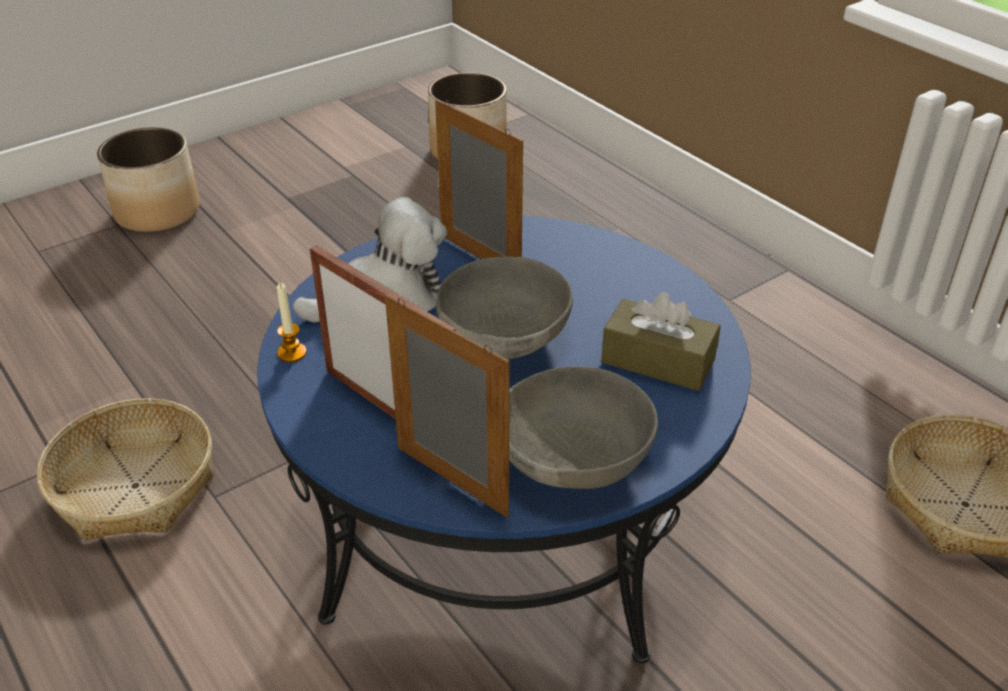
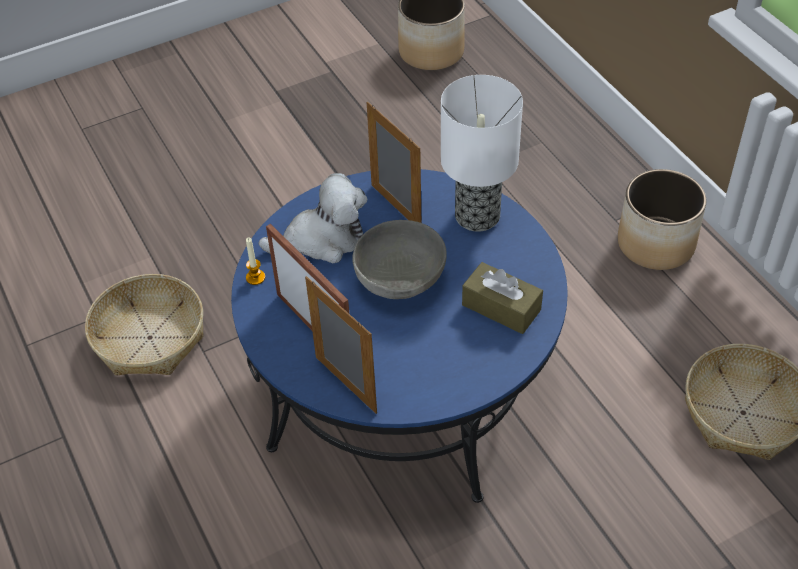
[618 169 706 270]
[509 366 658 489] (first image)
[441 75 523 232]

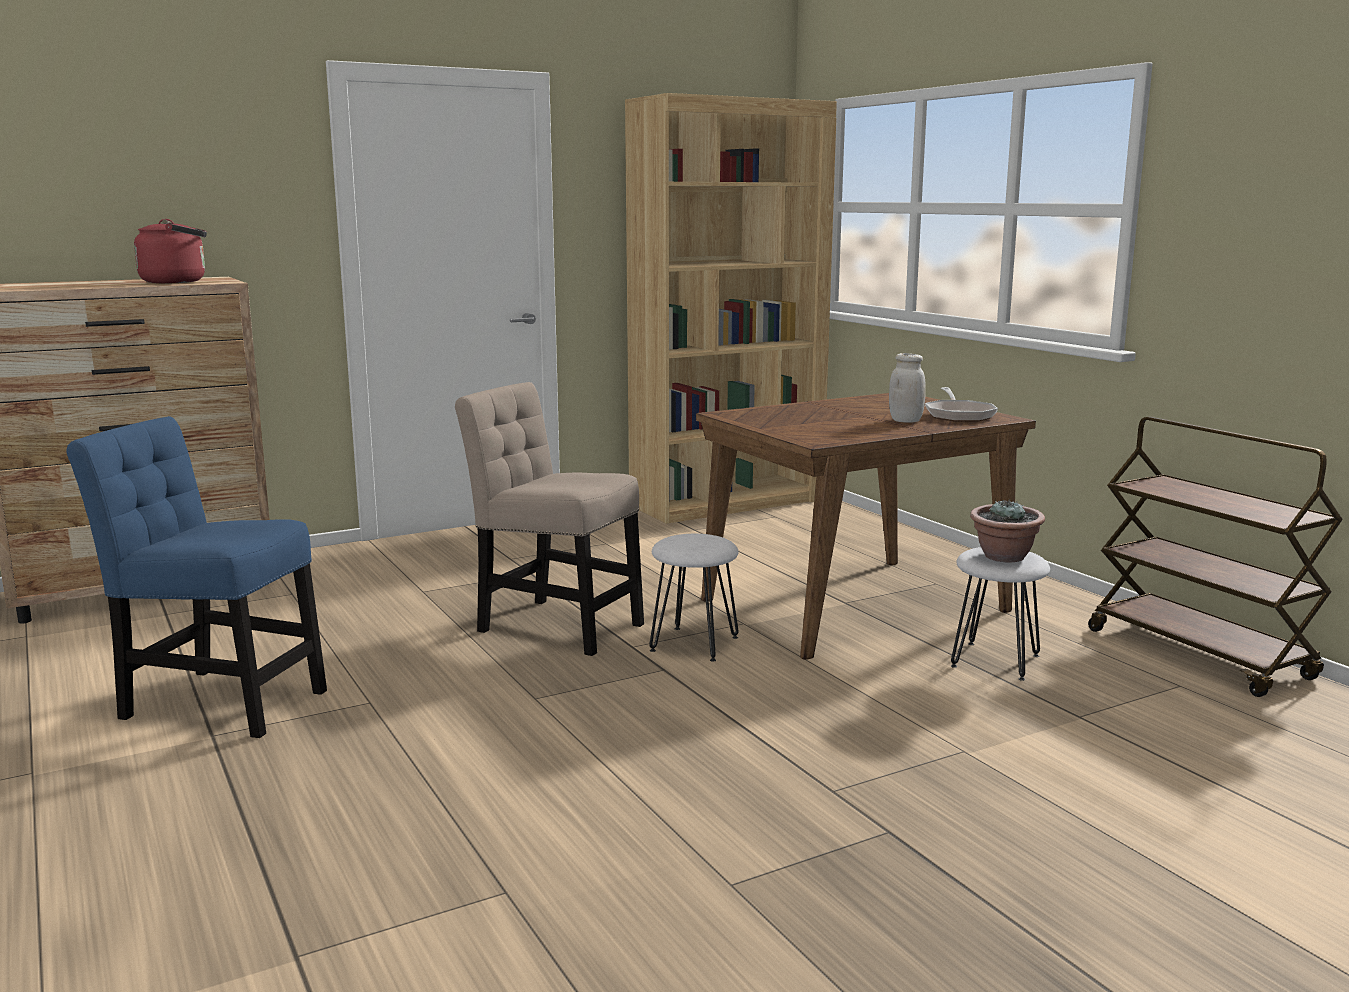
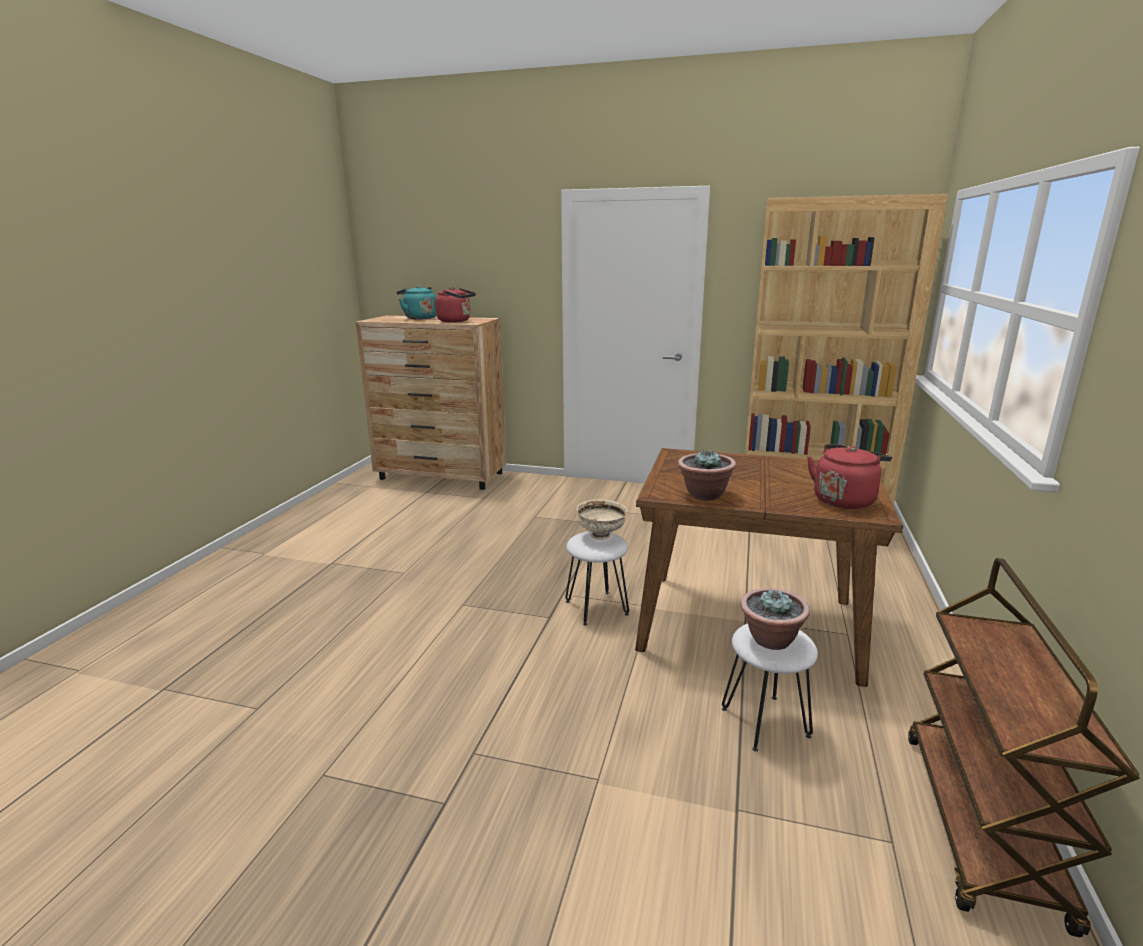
[66 416 327 738] (first image)
[455 382 644 656] (first image)
[889 353 926 423] (first image)
[807 444 892 509]
[397 285 436 319]
[576 499 627 540]
[677 449 736 501]

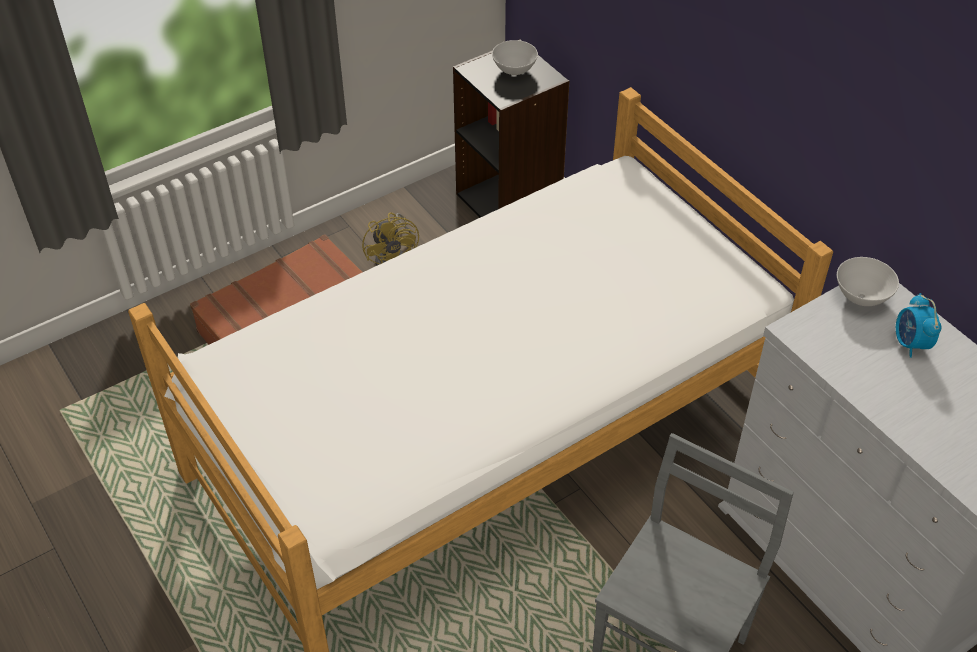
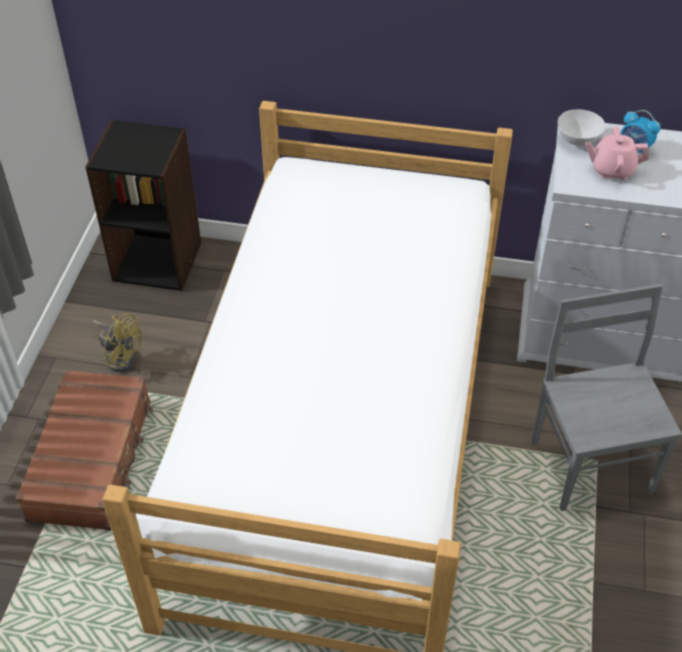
[492 40 538 75] (first image)
[585 126 649 180]

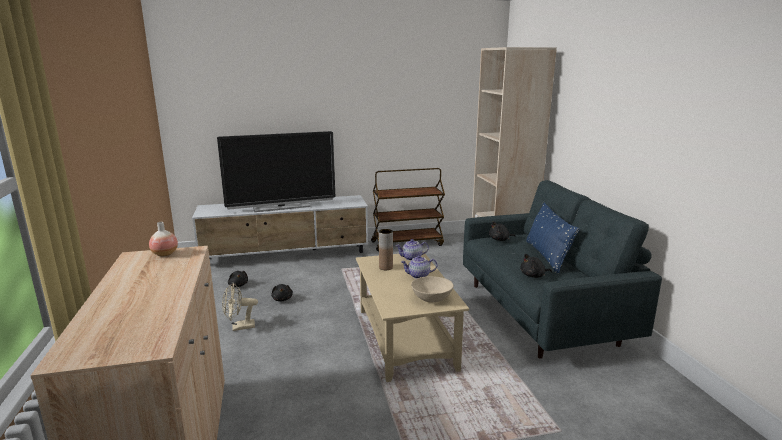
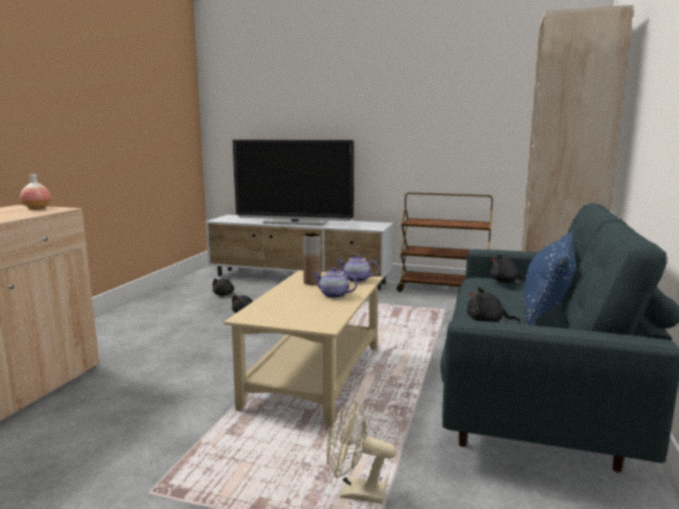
[326 401 396 504]
[411 276 454 303] (first image)

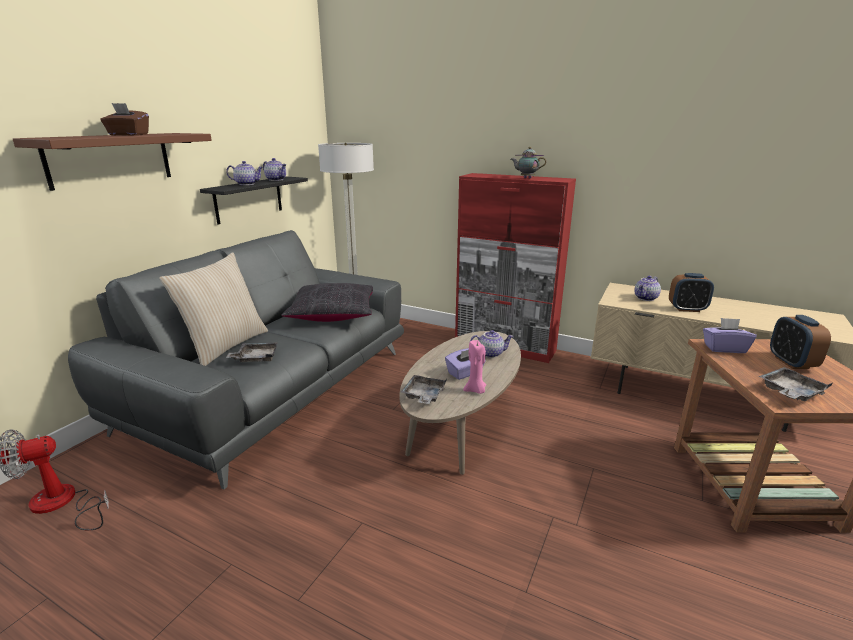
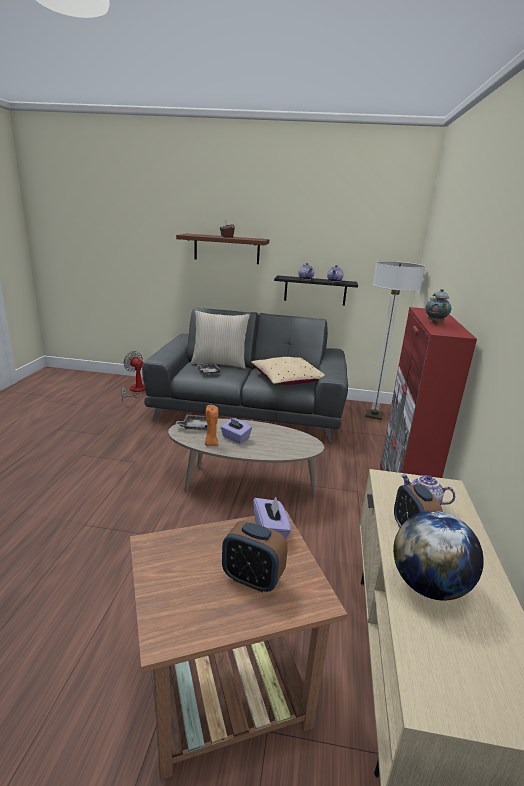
[251 357 325 385]
[205 405 219 446]
[470 330 514 358] (first image)
[759 367 833 401] (first image)
[222 521 288 593]
[393 511 484 600]

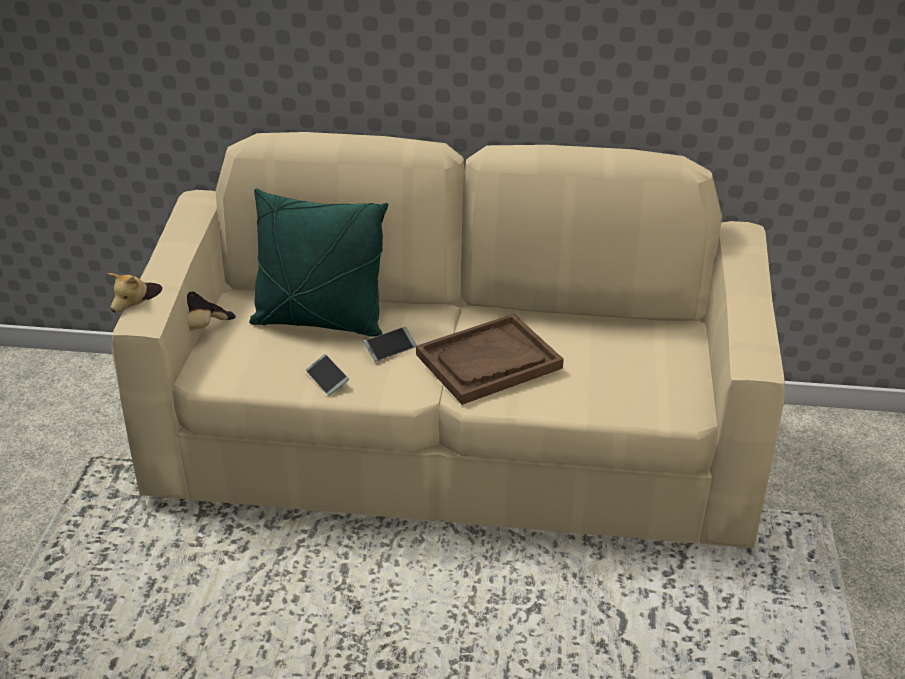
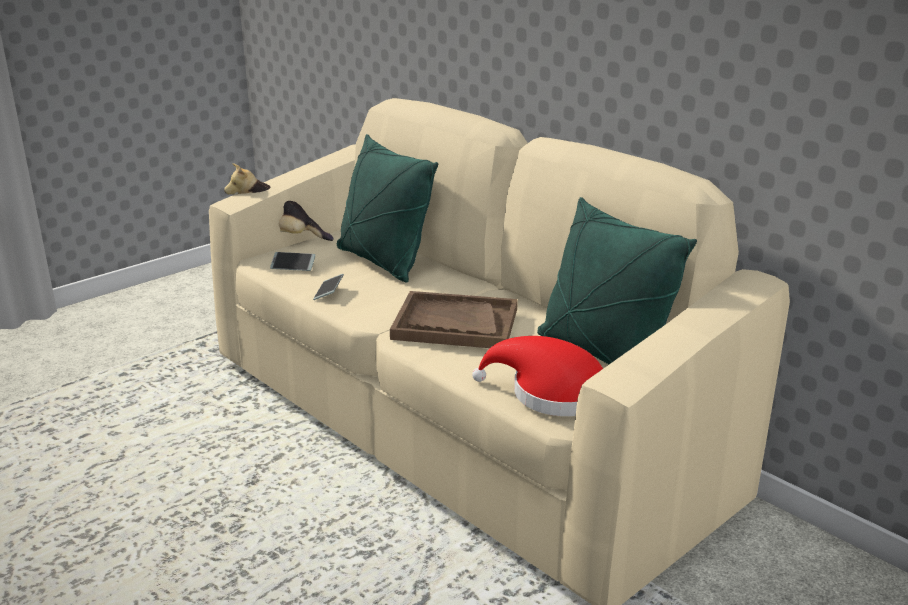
[270 252 316 271]
[472 336 603 416]
[537 197 697 364]

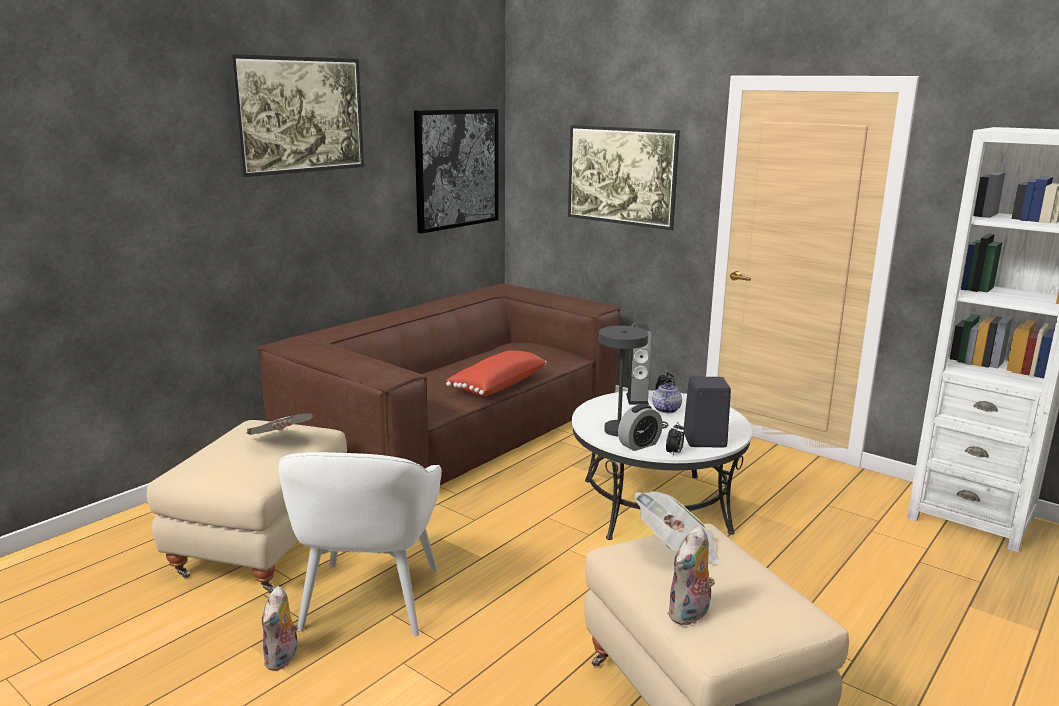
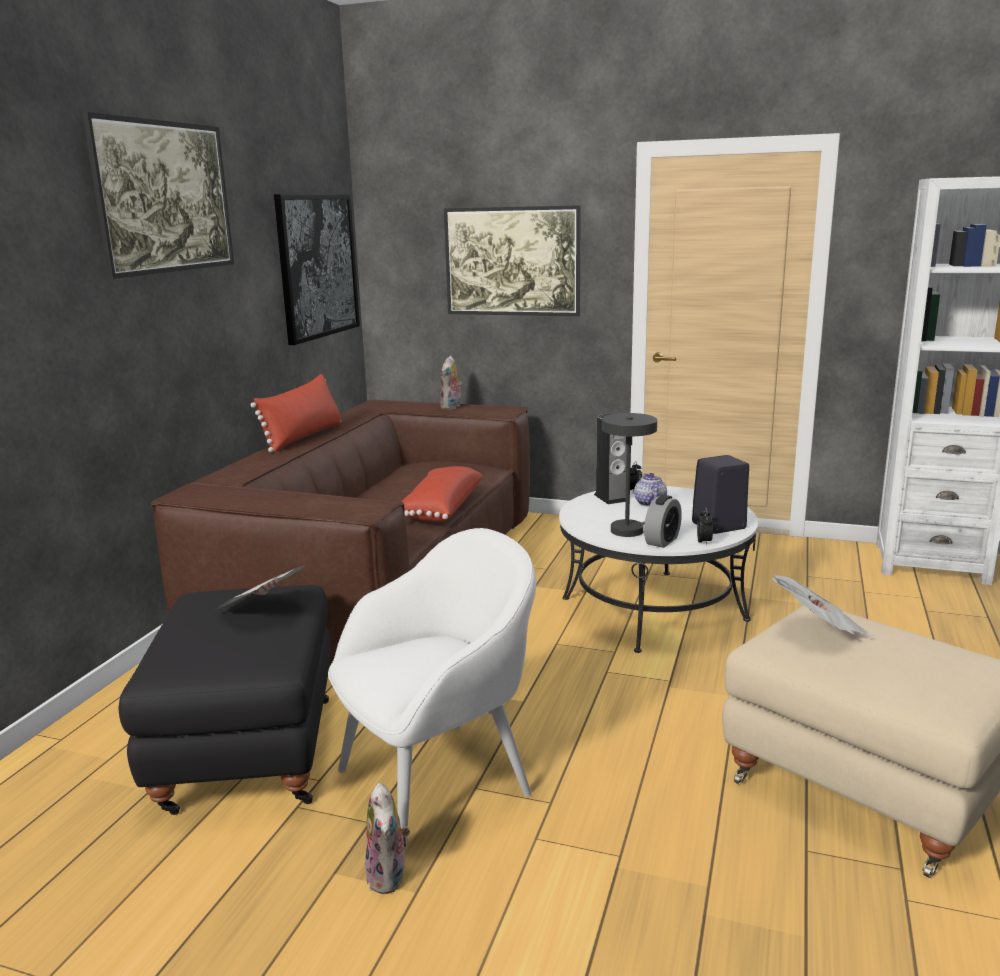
[118 585 331 815]
[328 528 536 851]
[440 356 462 410]
[251 374 341 452]

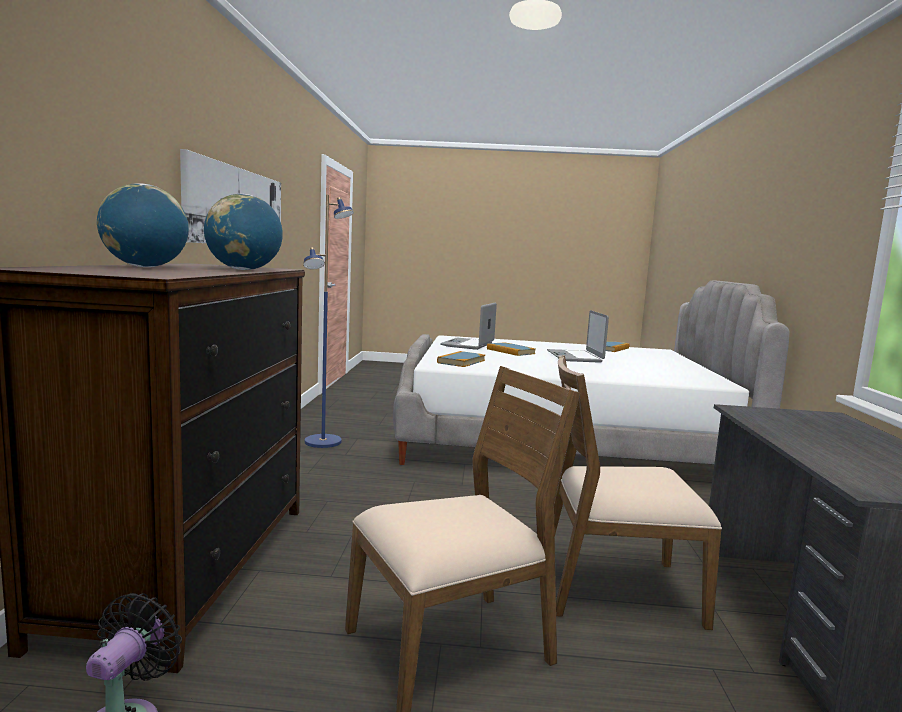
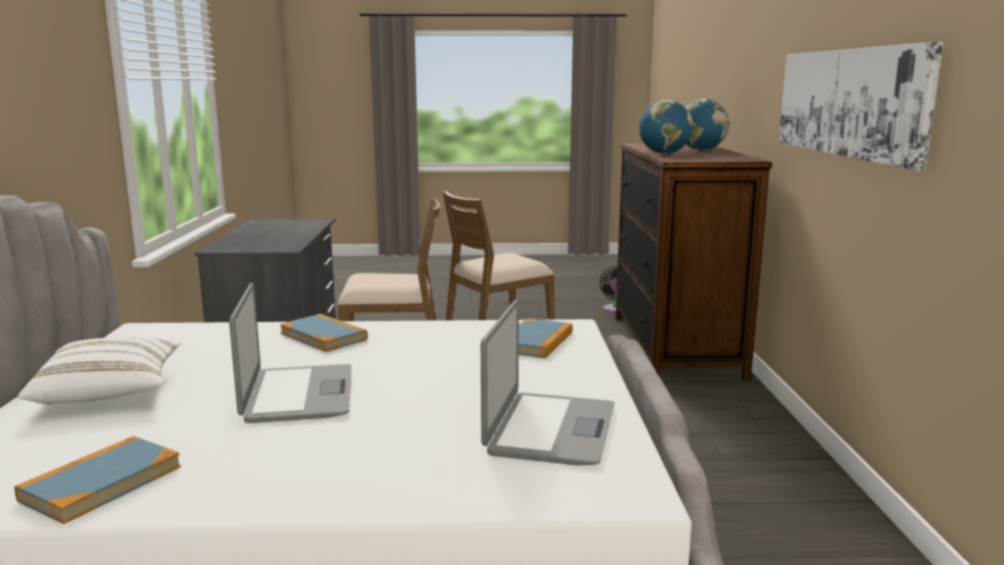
[303 195 354 448] (first image)
[280 314 368 352]
[18 337 181 404]

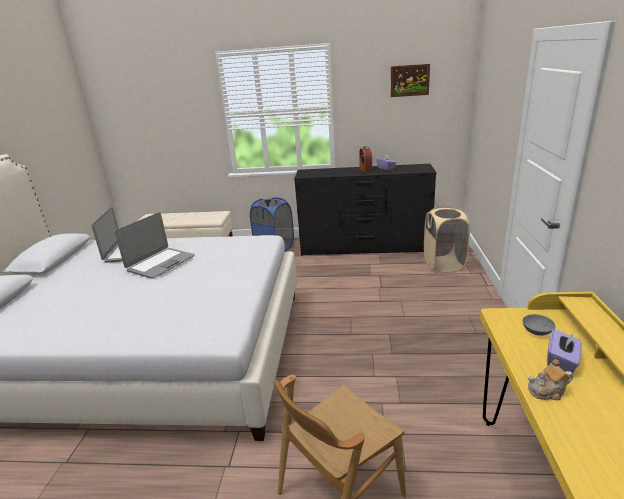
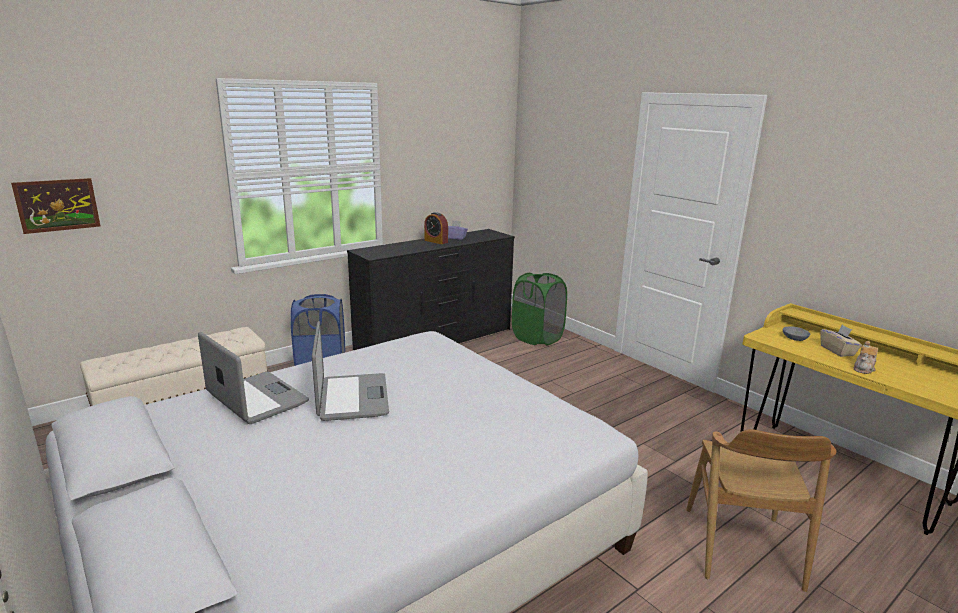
[11 178 100 234]
[512 273 567 345]
[820 325 862 357]

